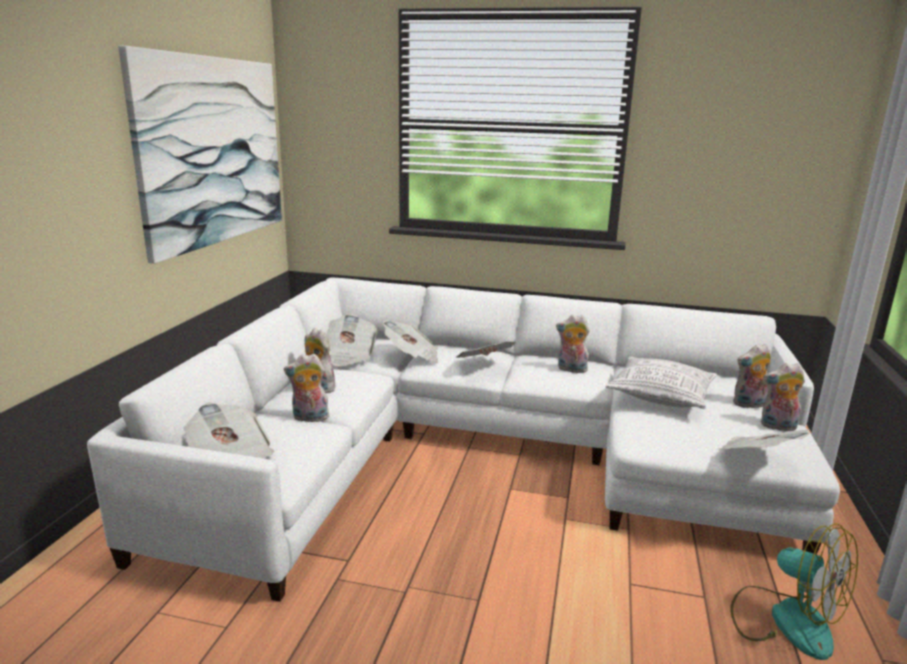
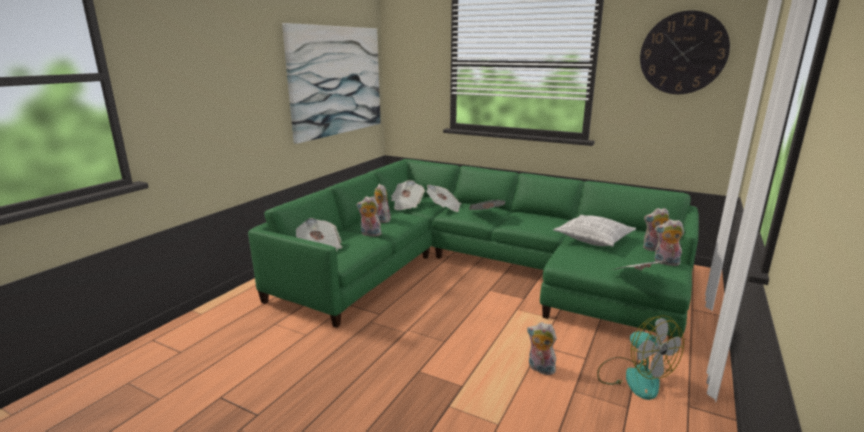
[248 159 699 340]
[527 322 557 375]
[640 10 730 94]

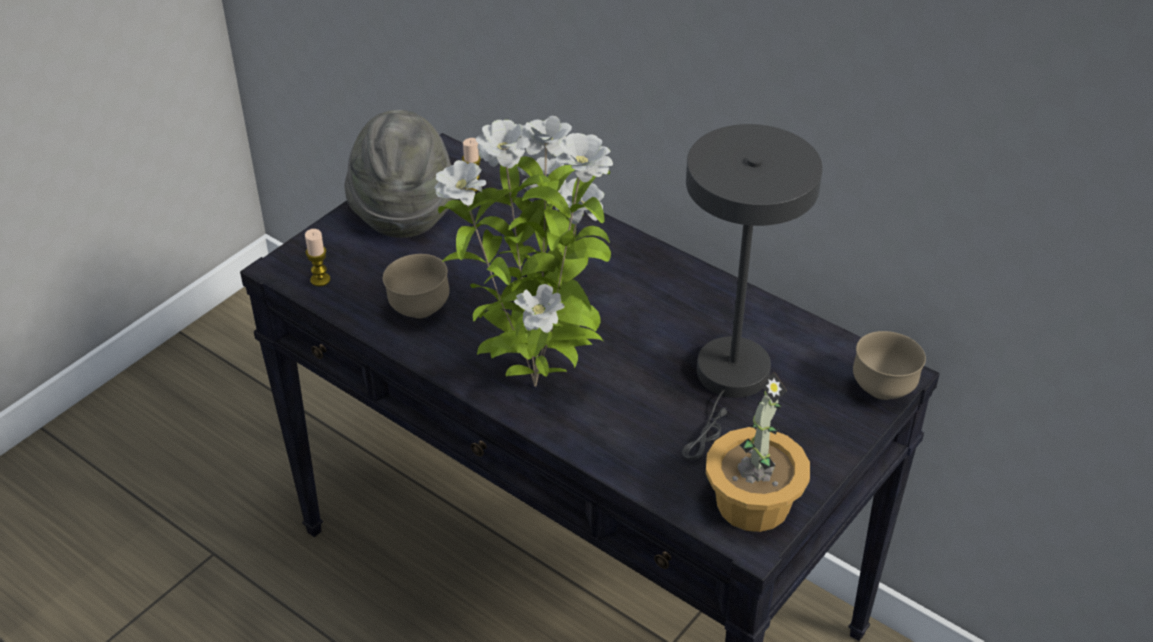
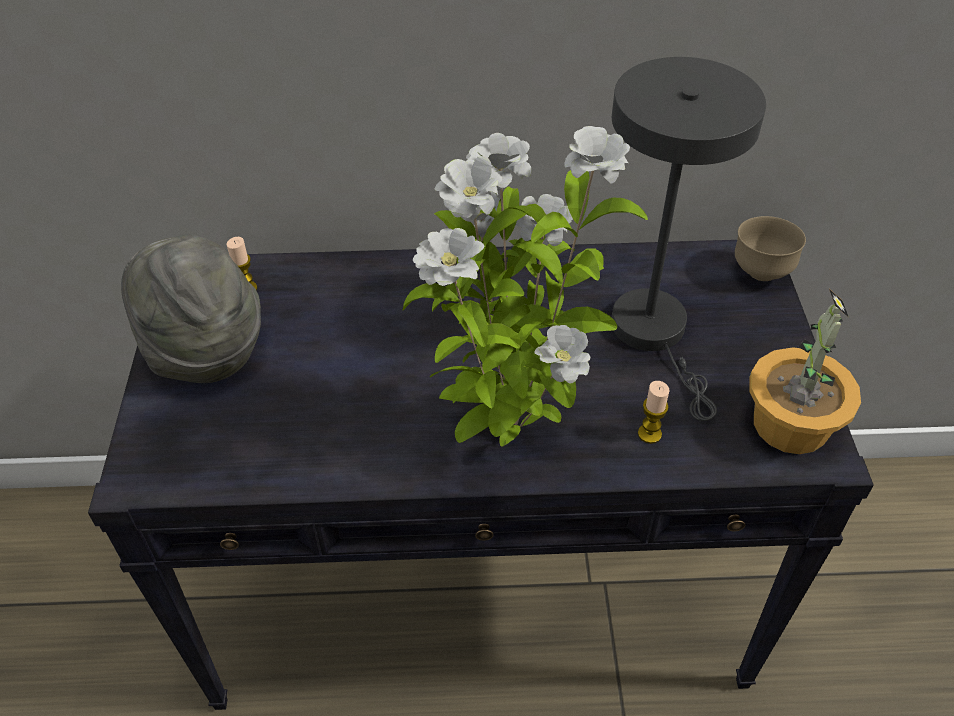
[638 381 670 444]
[383 254 450 318] (first image)

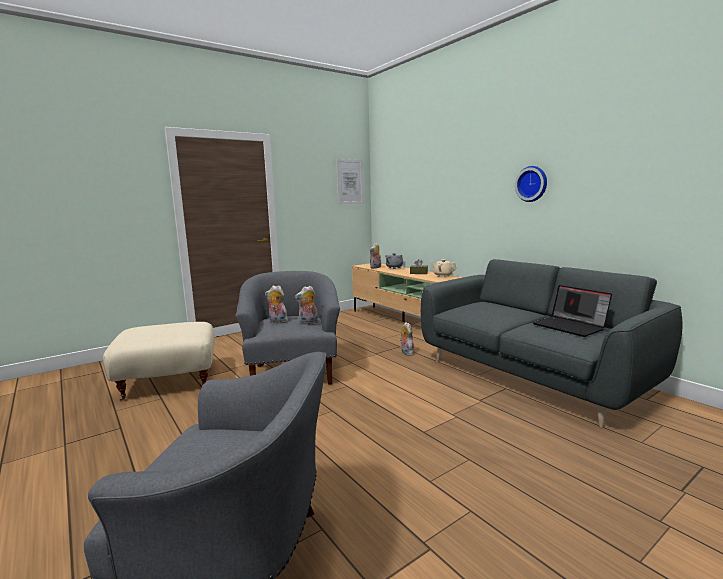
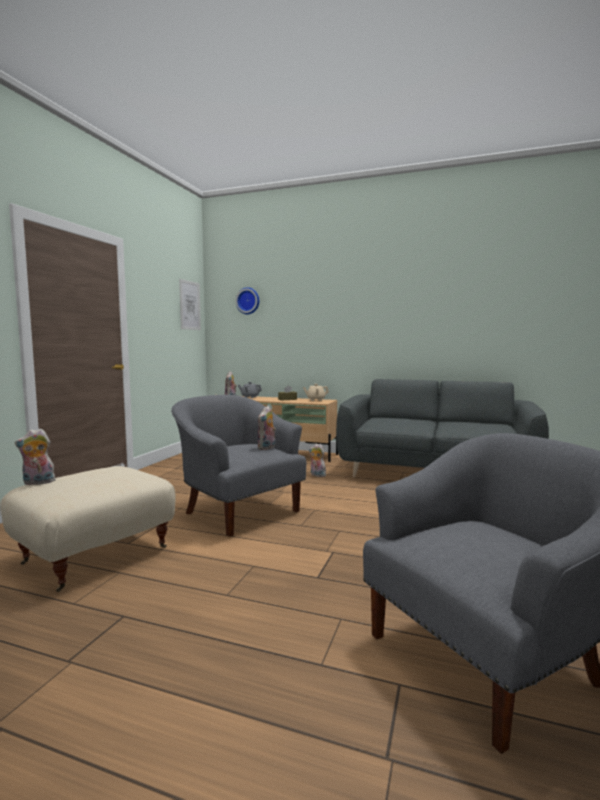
[15 428 56 485]
[236 287 259 314]
[533 285 612 337] (first image)

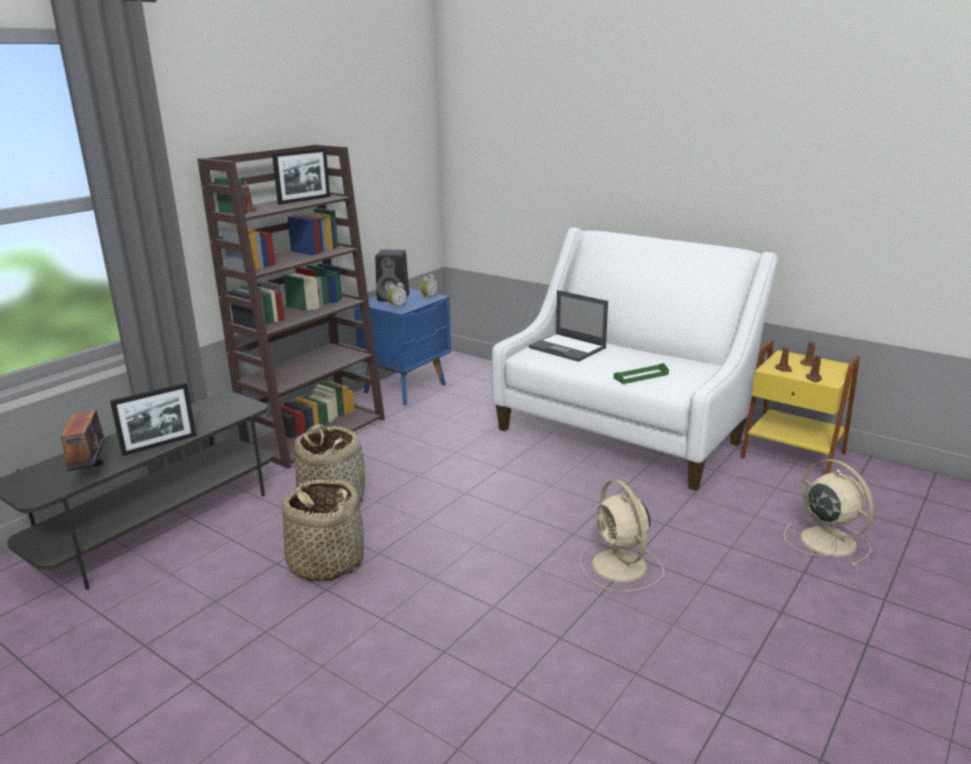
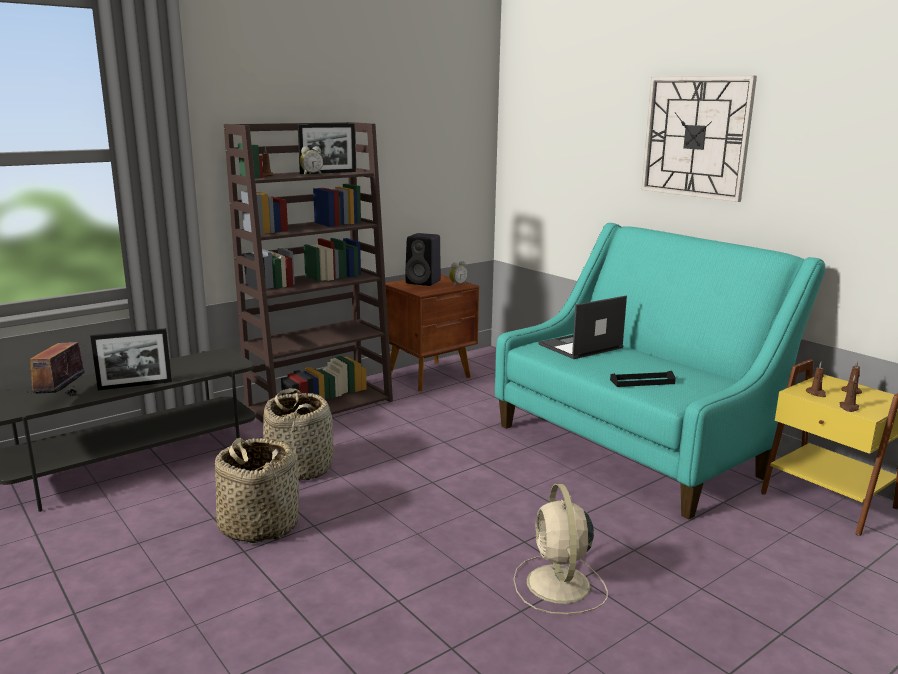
[385 274 479 391]
[300 146 323 176]
[495 223 825 520]
[538 296 627 359]
[610 371 676 387]
[784 459 873 567] (first image)
[641 76 757 202]

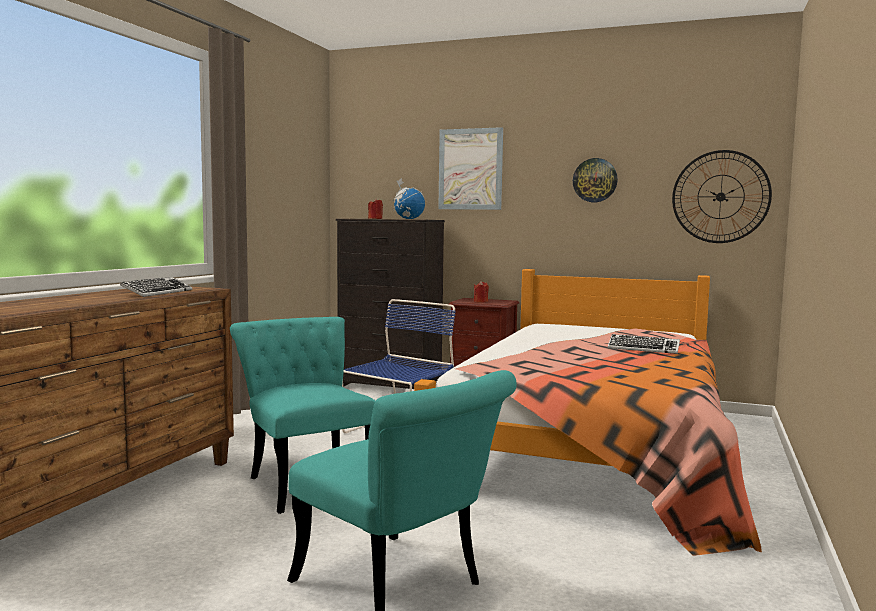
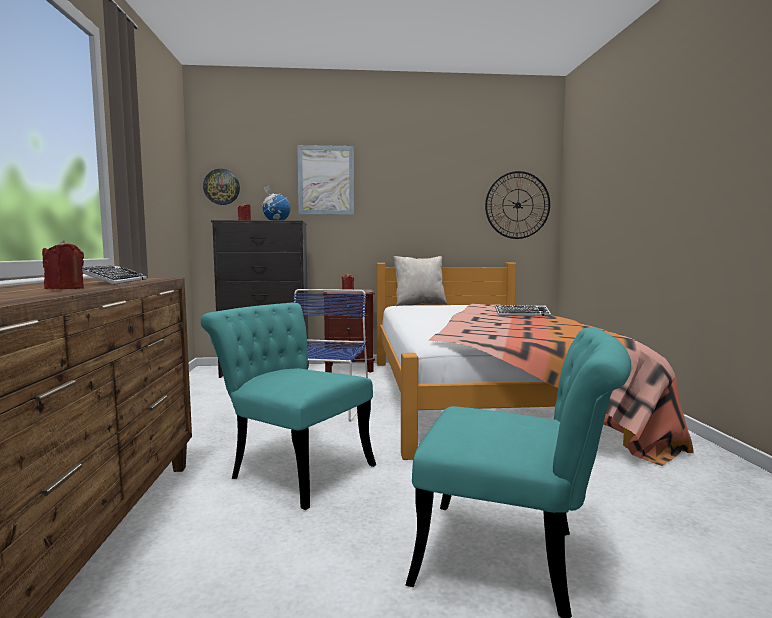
[203 169 240 205]
[42 240 84 289]
[394 256 447 306]

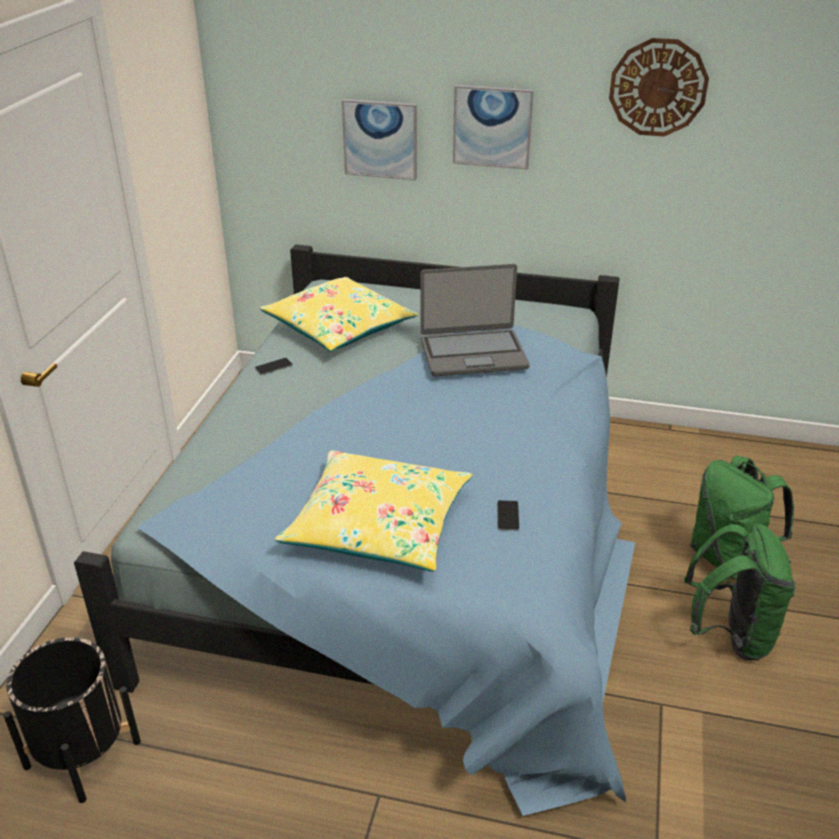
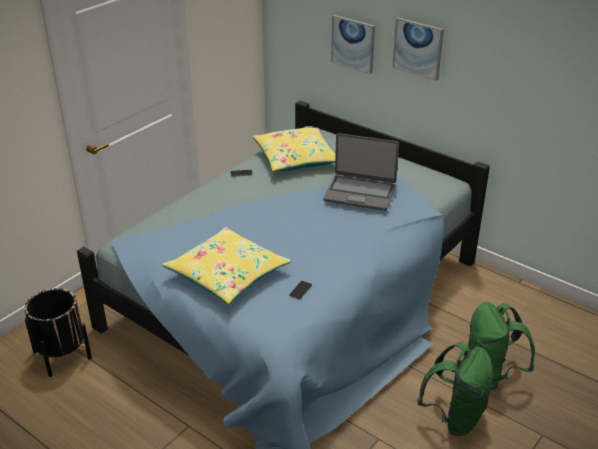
[609 38 709 137] (first image)

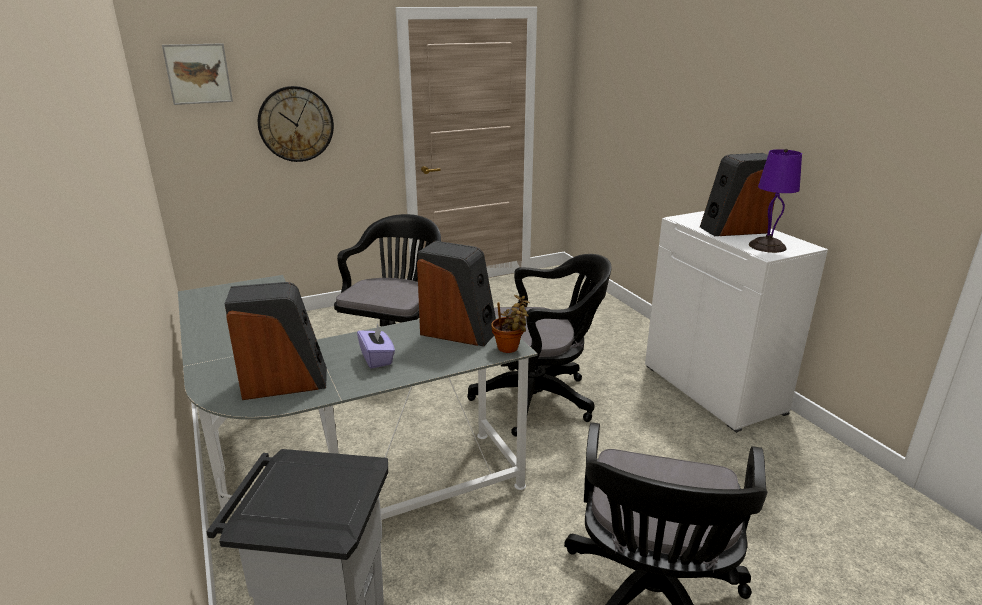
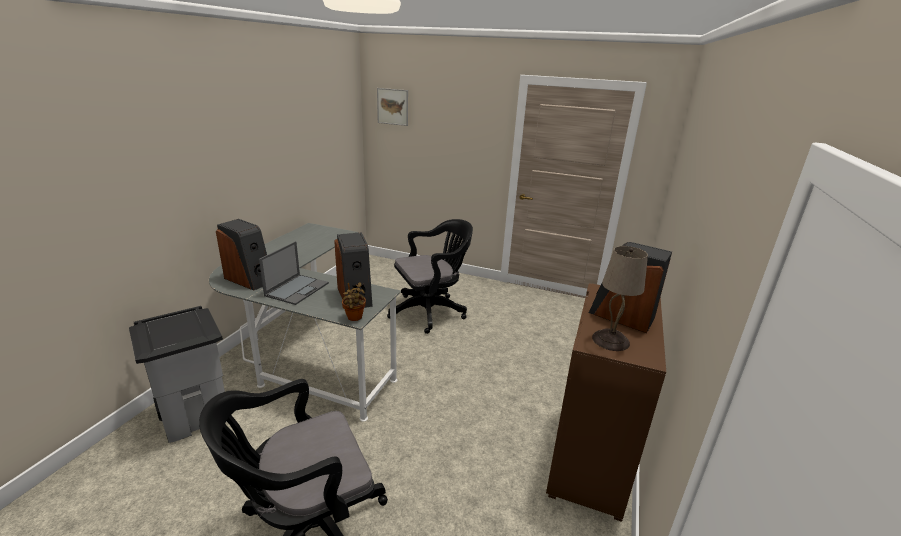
[258 86 334 162] (first image)
[259 241 329 305]
[467 254 612 437] (first image)
[546 283 666 522]
[592 246 648 351]

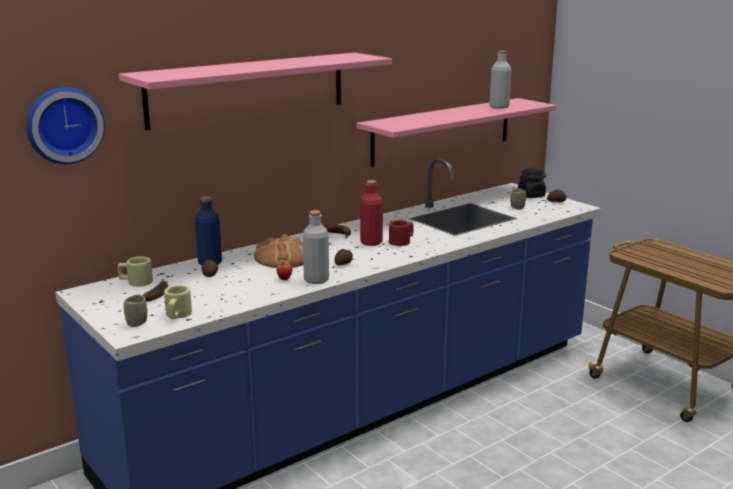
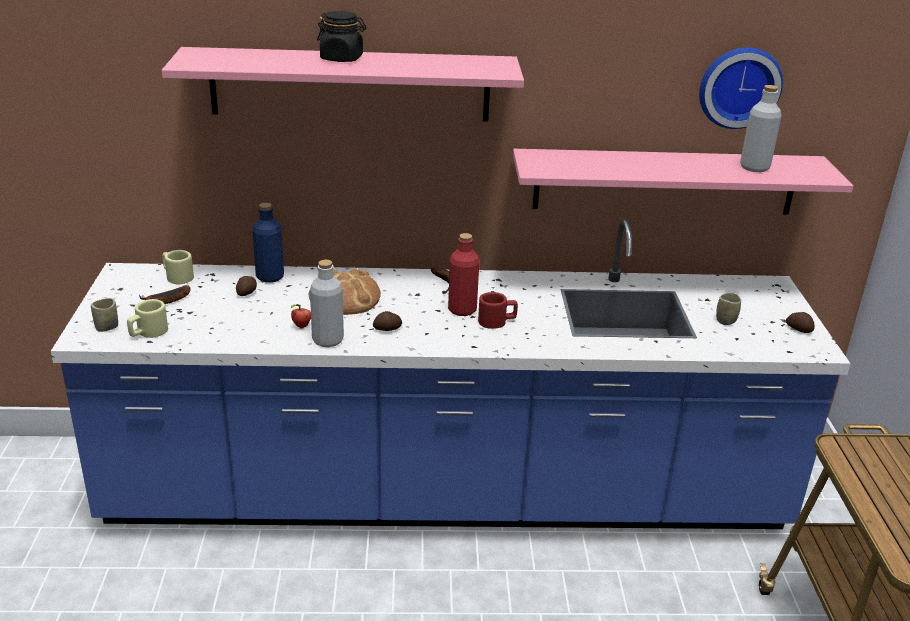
[699 47 783 129]
[317 11 366 62]

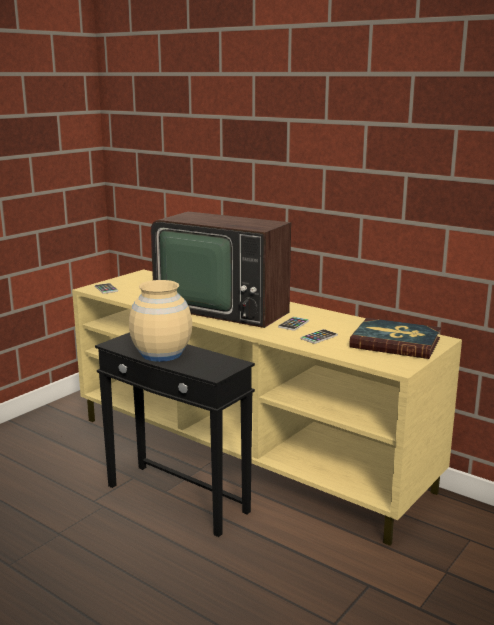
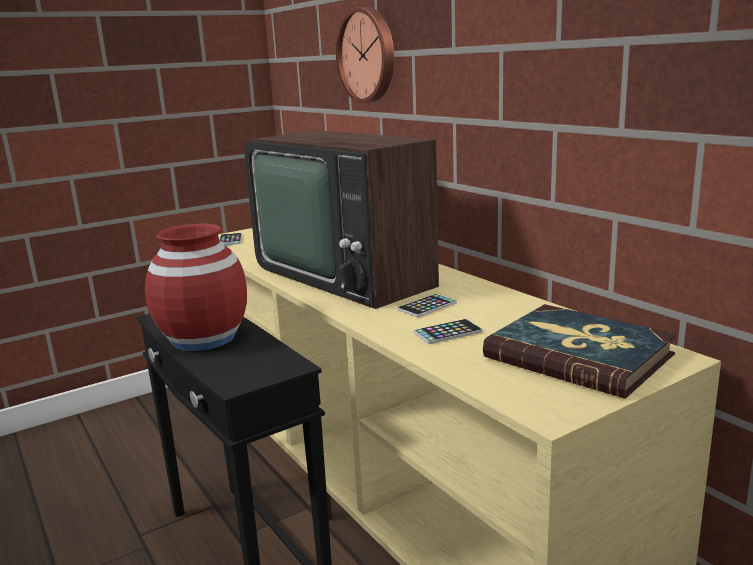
[145 224 247 351]
[336 7 394 103]

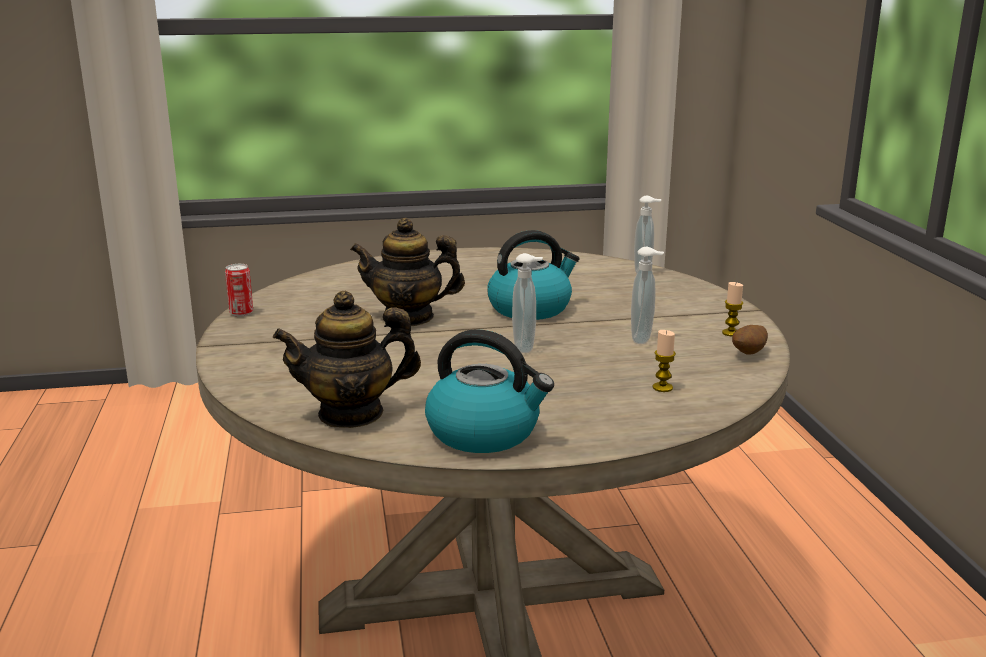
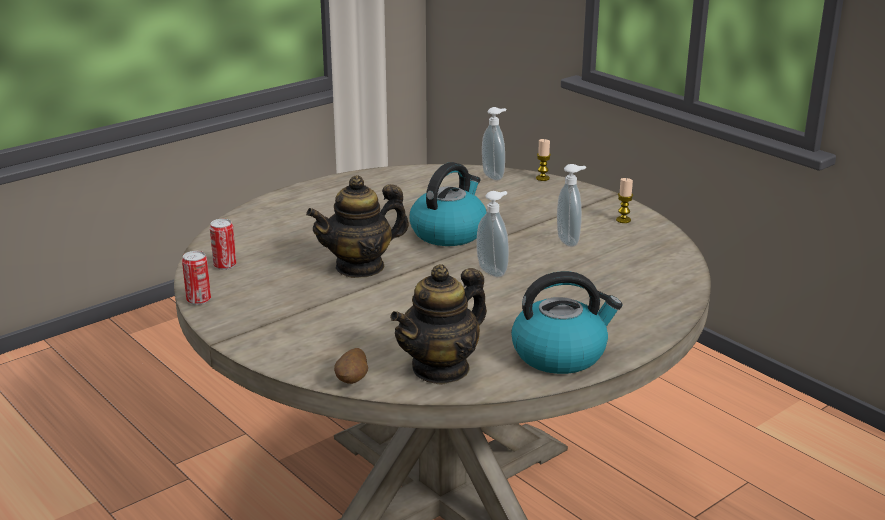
[536 139 551 181]
[334 348 368 384]
[210 219 236 270]

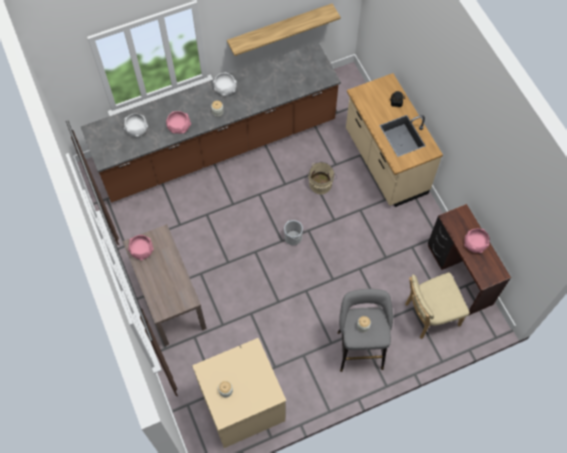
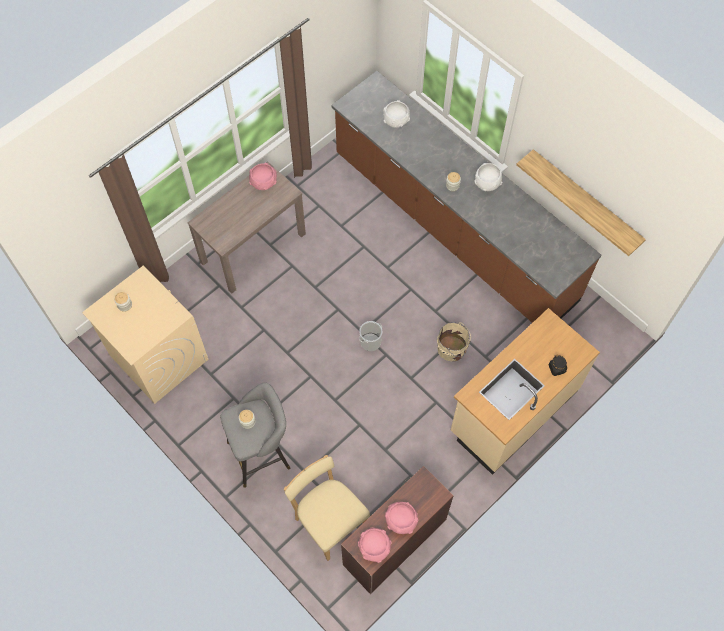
[358 527 391 563]

